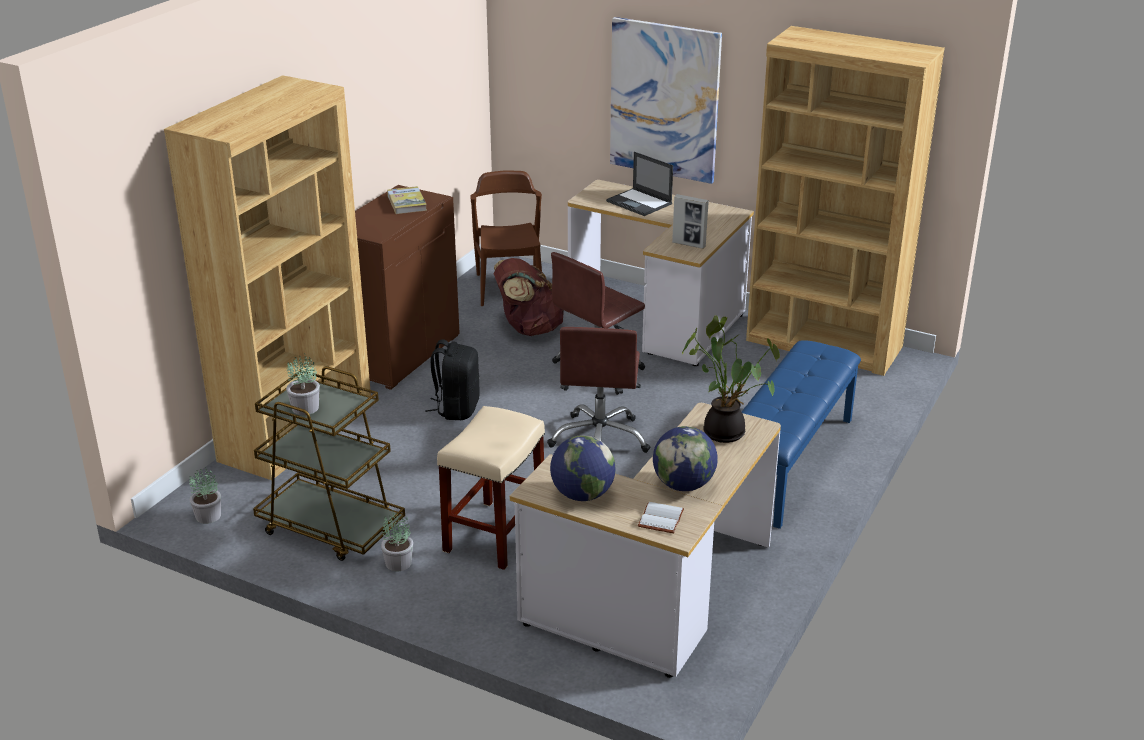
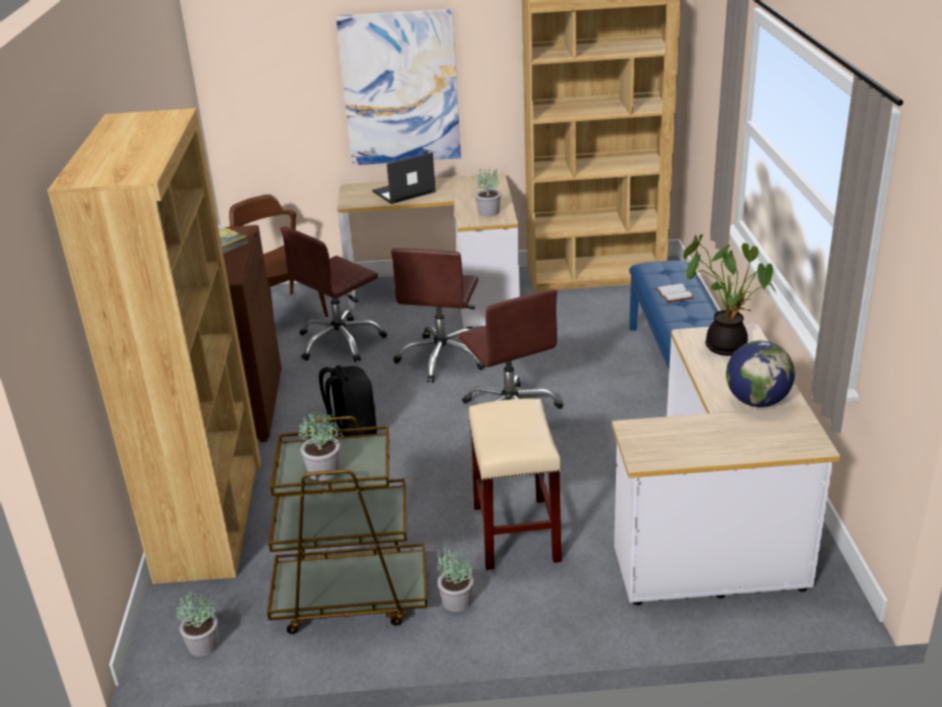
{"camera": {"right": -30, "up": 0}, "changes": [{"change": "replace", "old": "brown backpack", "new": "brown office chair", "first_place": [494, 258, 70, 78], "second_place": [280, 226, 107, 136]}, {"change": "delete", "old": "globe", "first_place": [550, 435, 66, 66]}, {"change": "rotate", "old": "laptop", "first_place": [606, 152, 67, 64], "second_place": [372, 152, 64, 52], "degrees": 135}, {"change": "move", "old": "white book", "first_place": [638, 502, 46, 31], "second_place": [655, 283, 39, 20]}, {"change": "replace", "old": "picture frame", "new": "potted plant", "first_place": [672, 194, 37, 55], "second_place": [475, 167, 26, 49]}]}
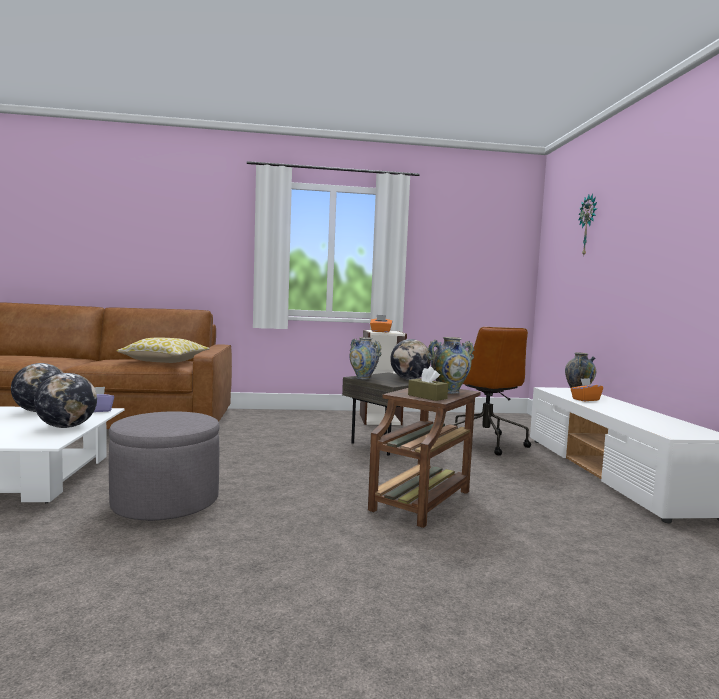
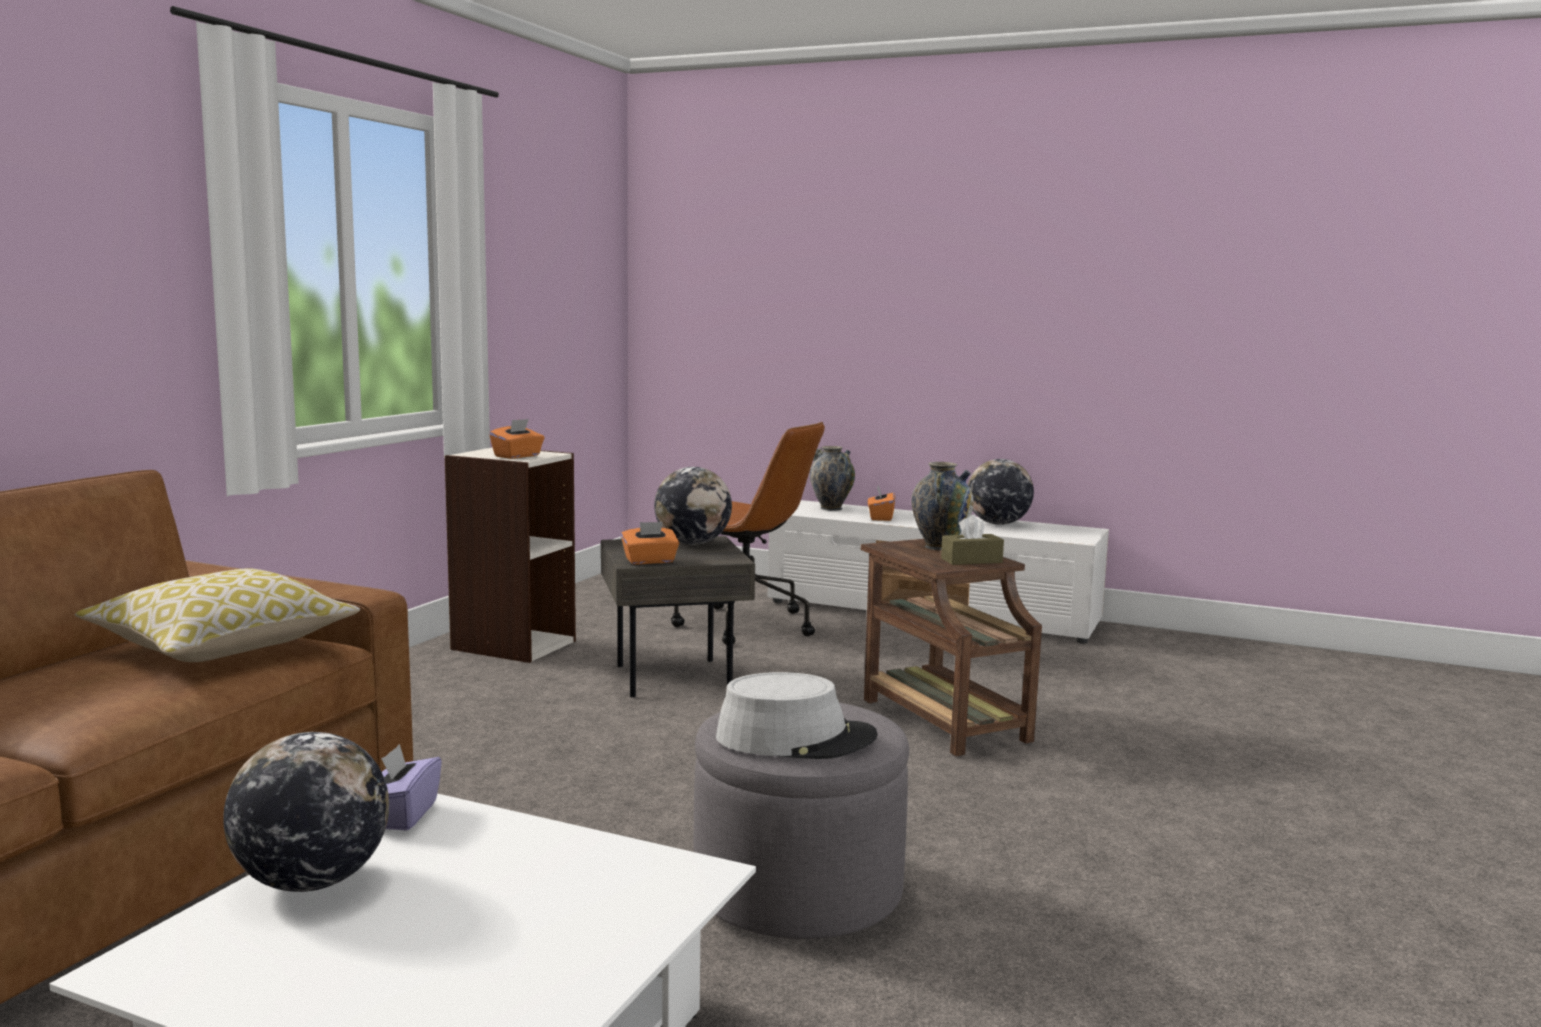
{"camera": {"right": -60, "up": 5}, "changes": [{"change": "move", "old": "globe", "first_place": [34, 373, 63, 55], "second_place": [968, 459, 66, 66]}, {"change": "replace", "old": "vase", "new": "orange tissue box", "first_place": [349, 337, 33, 43], "second_place": [621, 522, 58, 43]}, {"change": "delete", "old": "wall clock", "first_place": [578, 194, 19, 63]}, {"change": "insert", "new": "grey hat", "second_place": [716, 672, 162, 87]}]}
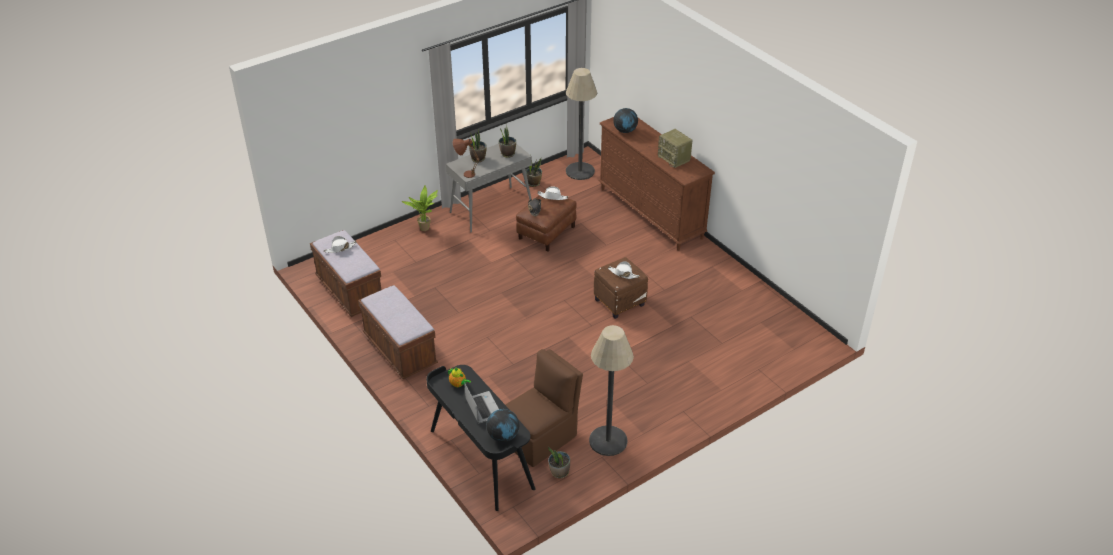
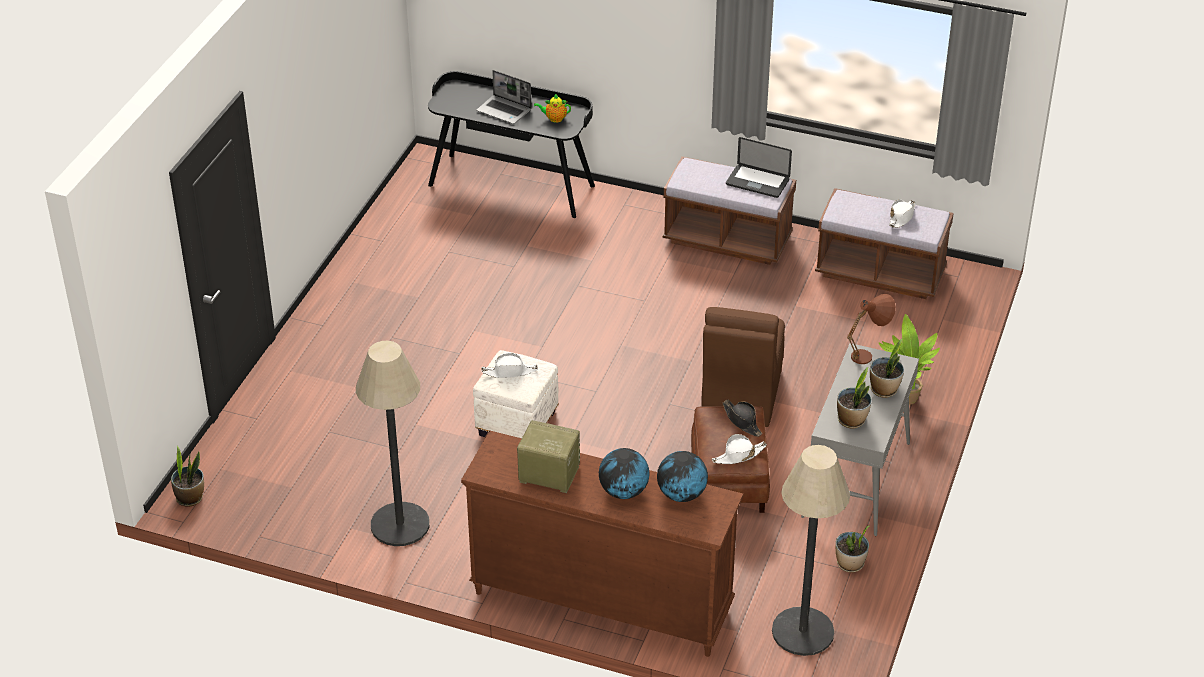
{"camera": {"right": 145, "up": 0}, "changes": [{"change": "move", "old": "globe", "first_place": [486, 409, 33, 33], "second_place": [599, 448, 51, 51]}, {"change": "move", "old": "brown chair", "first_place": [506, 349, 77, 118], "second_place": [701, 307, 84, 120]}, {"change": "move", "old": "potted plant", "first_place": [548, 447, 22, 31], "second_place": [171, 446, 33, 61]}, {"change": "move", "old": "floor lamp", "first_place": [589, 325, 45, 131], "second_place": [356, 341, 74, 205]}, {"change": "recolor", "old": "brown ottoman", "new": "white ottoman", "first_place": [594, 257, 54, 62], "second_place": [473, 350, 86, 88]}, {"change": "insert", "new": "laptop", "second_place": [726, 137, 66, 61]}]}
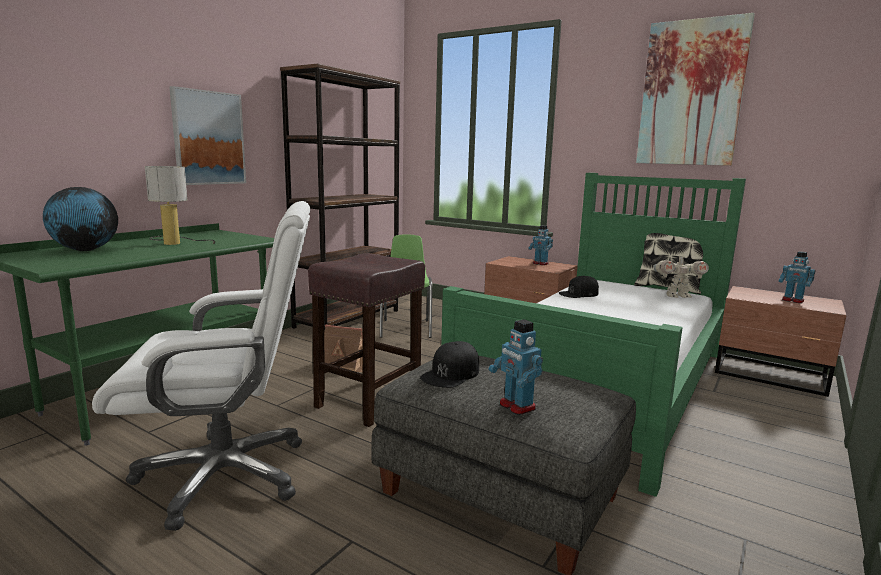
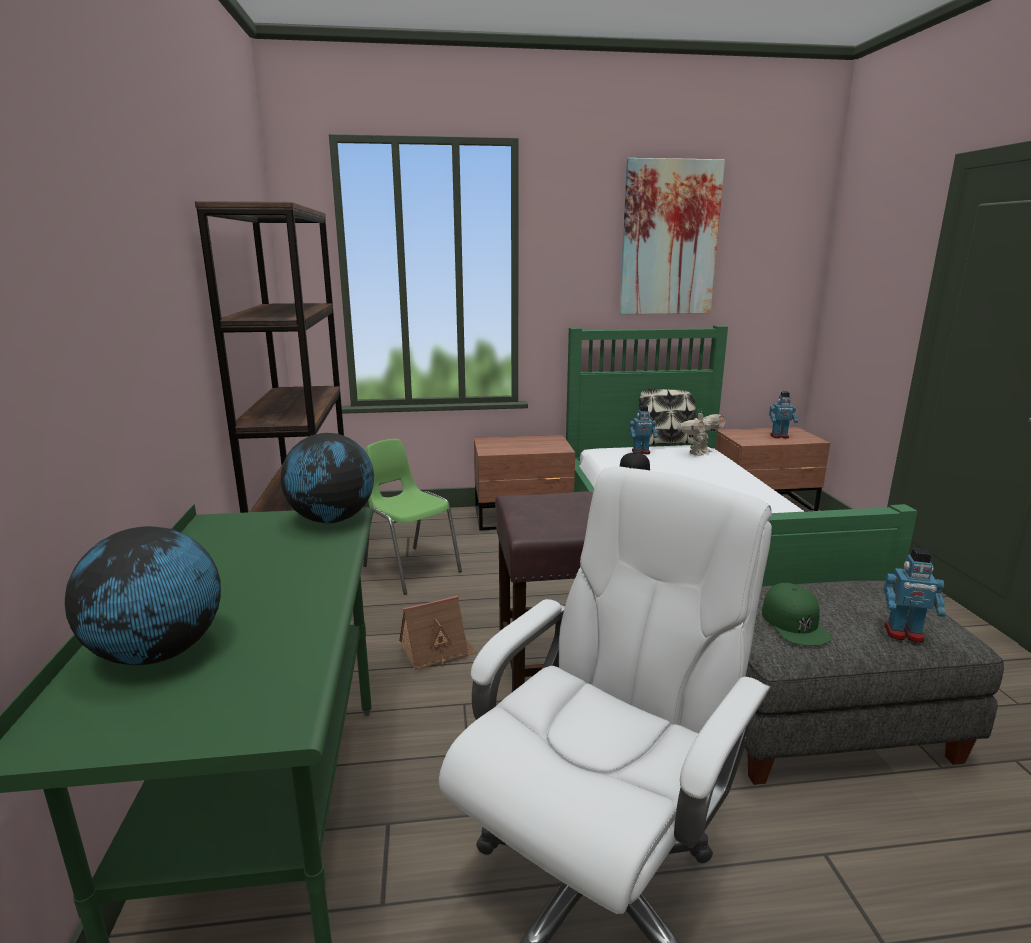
{"camera": {"right": -40, "up": 5}, "changes": [{"change": "delete", "old": "table lamp", "first_place": [144, 166, 71, 79]}, {"change": "delete", "old": "picture", "first_place": [169, 86, 77, 99]}, {"change": "recolor", "old": "black cap", "new": "green cap", "first_place": [420, 341, 59, 47], "second_place": [762, 583, 70, 63]}, {"change": "move", "old": "toy robot", "first_place": [528, 225, 25, 40], "second_place": [629, 405, 29, 49]}, {"change": "insert", "new": "globe", "second_place": [281, 433, 93, 90]}]}
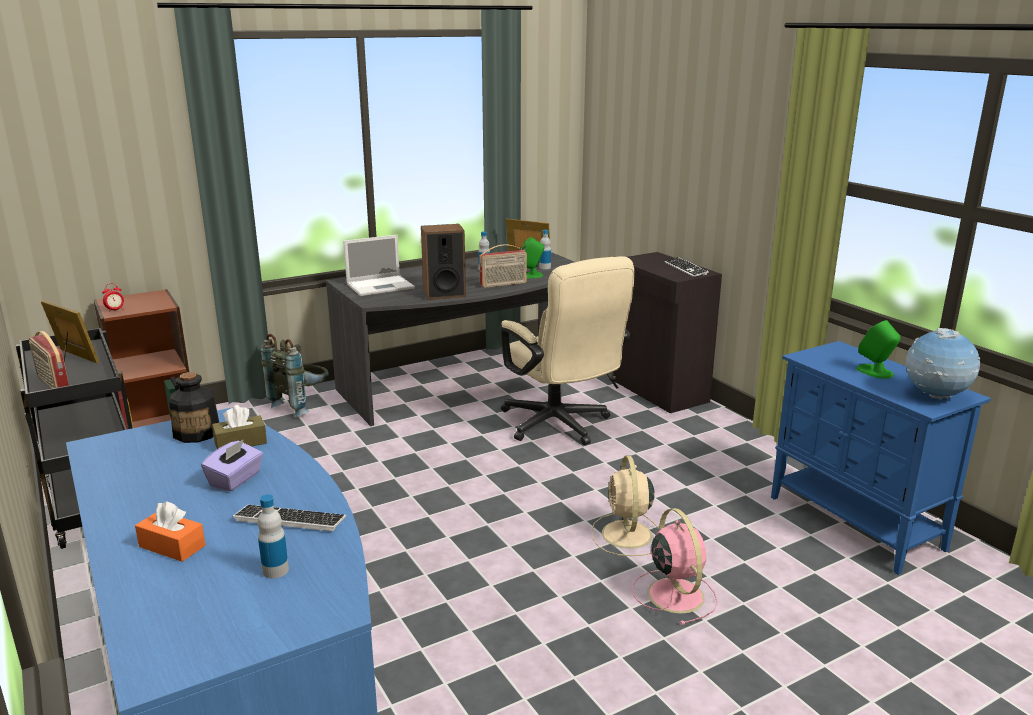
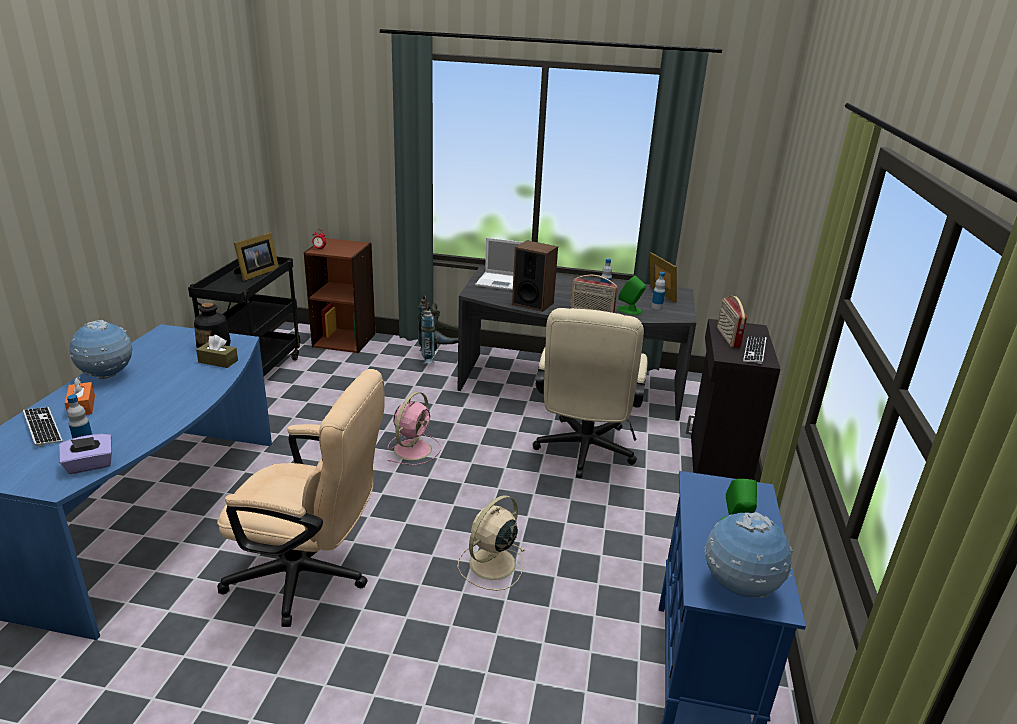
{"camera": {"right": 40, "up": 5}, "changes": [{"change": "move", "old": "radio", "first_place": [29, 331, 40, 58], "second_place": [717, 296, 30, 52]}, {"change": "rotate", "old": "picture frame", "first_place": [41, 301, 58, 62], "second_place": [234, 232, 45, 49], "degrees": 45}, {"change": "move", "old": "purple tissue box", "first_place": [201, 439, 62, 52], "second_place": [59, 434, 53, 40]}, {"change": "move", "old": "keyboard", "first_place": [233, 505, 113, 27], "second_place": [23, 407, 39, 40]}, {"change": "move", "old": "pink fan", "first_place": [632, 508, 86, 117], "second_place": [388, 392, 53, 73]}, {"change": "insert", "new": "globe", "second_place": [69, 320, 63, 59]}, {"change": "insert", "new": "beige office chair", "second_place": [217, 369, 167, 258]}]}
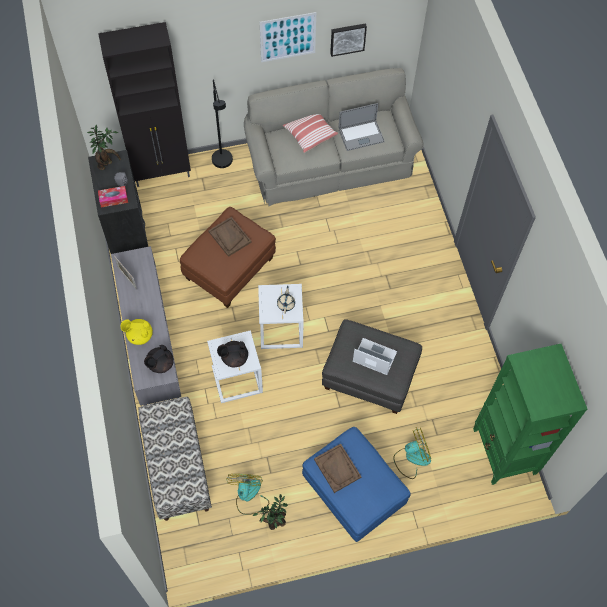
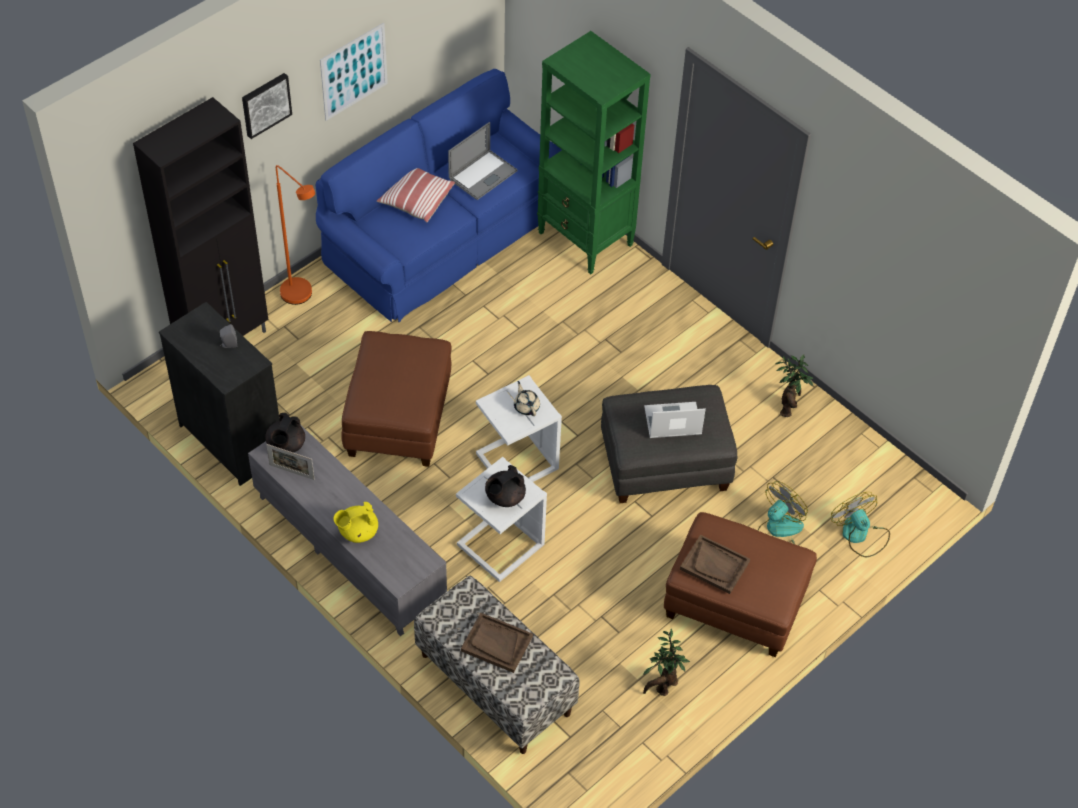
{"camera": {"right": -30, "up": -10}, "changes": [{"change": "move", "old": "potted plant", "first_place": [87, 124, 34, 46], "second_place": [776, 354, 38, 63]}, {"change": "delete", "old": "tissue box", "first_place": [98, 186, 30, 21]}, {"change": "move", "old": "black teapot", "first_place": [144, 345, 30, 28], "second_place": [265, 413, 40, 40]}, {"change": "move", "old": "brown tray", "first_place": [208, 217, 43, 40], "second_place": [461, 613, 72, 60]}, {"change": "recolor", "old": "black floor lamp", "new": "orange floor lamp", "first_place": [212, 80, 21, 88], "second_place": [276, 165, 39, 140]}, {"change": "move", "old": "fan", "first_place": [226, 474, 43, 41], "second_place": [831, 492, 59, 65]}, {"change": "recolor", "old": "grey sofa", "new": "blue sofa", "first_place": [244, 68, 180, 138], "second_place": [315, 69, 247, 253]}, {"change": "recolor", "old": "blue ottoman", "new": "brown ottoman", "first_place": [302, 427, 109, 115], "second_place": [664, 512, 153, 145]}, {"change": "move", "old": "picture", "first_place": [330, 23, 37, 34], "second_place": [242, 73, 50, 66]}, {"change": "move", "old": "green bookcase", "first_place": [473, 344, 114, 141], "second_place": [537, 31, 114, 243]}]}
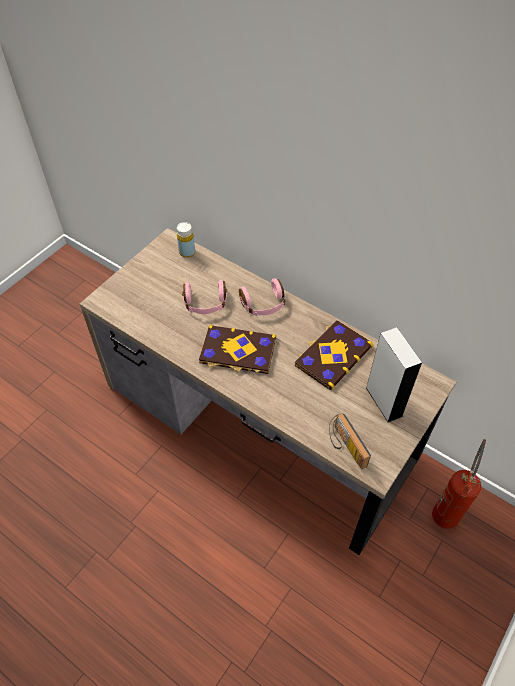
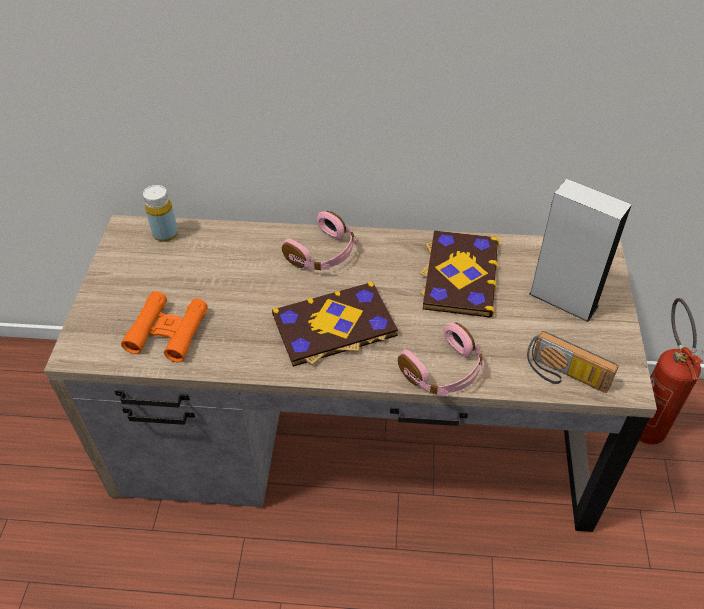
{"camera": {"right": -30, "up": -5}, "changes": [{"change": "move", "old": "pink headphones", "first_place": [182, 280, 45, 34], "second_place": [398, 322, 86, 74]}, {"change": "insert", "new": "orange binoculars", "second_place": [121, 291, 87, 71]}]}
